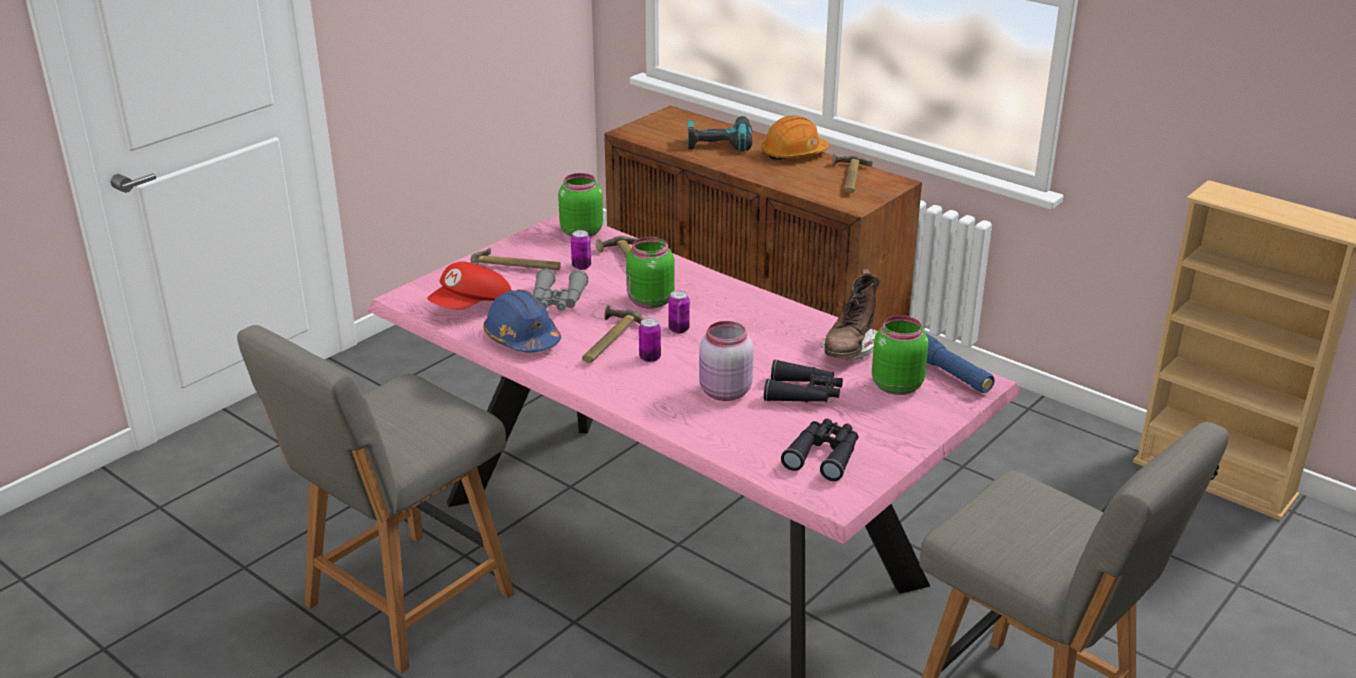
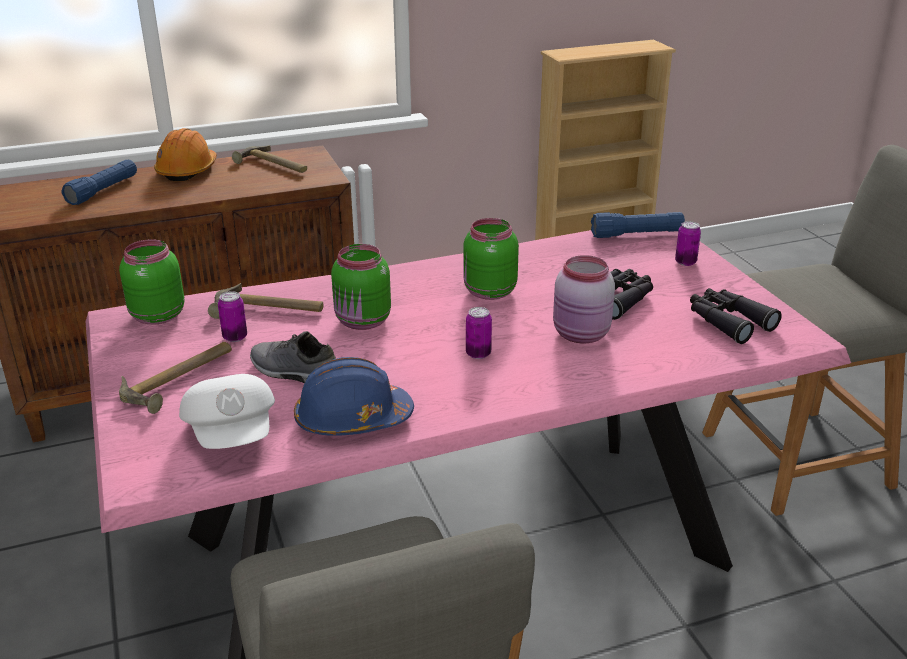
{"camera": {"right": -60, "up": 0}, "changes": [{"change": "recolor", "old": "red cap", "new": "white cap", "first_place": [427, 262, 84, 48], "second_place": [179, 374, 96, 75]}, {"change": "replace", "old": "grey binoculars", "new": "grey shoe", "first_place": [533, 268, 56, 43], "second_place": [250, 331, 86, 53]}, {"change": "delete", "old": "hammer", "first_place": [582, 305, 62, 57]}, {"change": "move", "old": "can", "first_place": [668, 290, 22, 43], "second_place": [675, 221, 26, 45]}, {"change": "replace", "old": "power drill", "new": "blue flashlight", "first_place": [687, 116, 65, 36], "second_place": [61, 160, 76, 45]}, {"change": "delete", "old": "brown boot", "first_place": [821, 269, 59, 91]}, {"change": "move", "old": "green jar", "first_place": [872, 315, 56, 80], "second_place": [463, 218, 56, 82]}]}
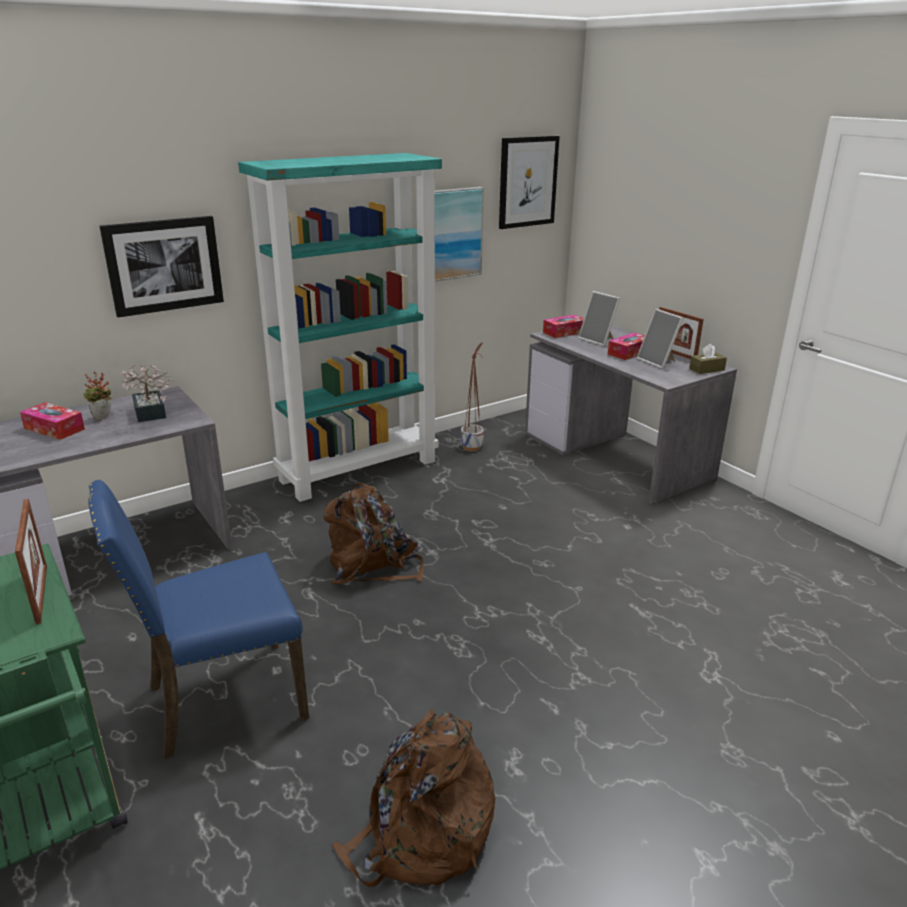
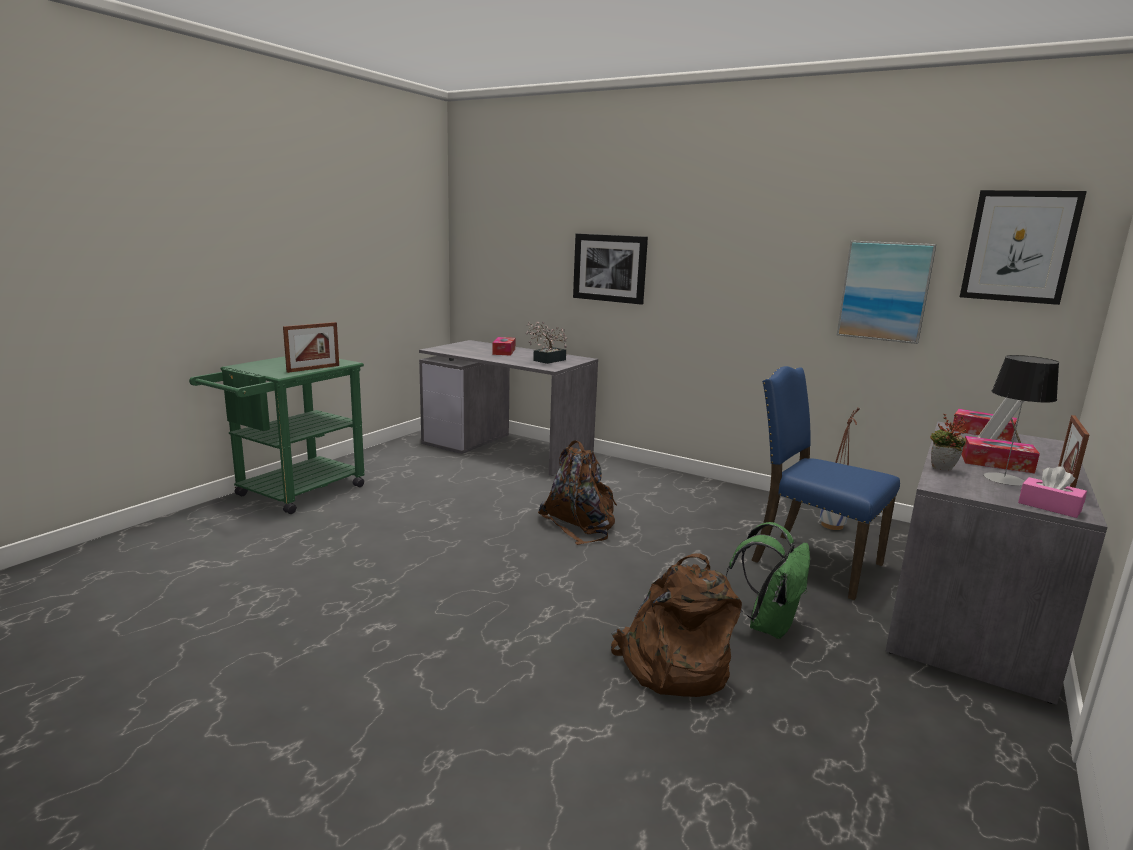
{"camera": {"right": 65, "up": -10}, "changes": [{"change": "move", "old": "potted plant", "first_place": [83, 372, 29, 48], "second_place": [930, 413, 37, 57]}, {"change": "move", "old": "blue chair", "first_place": [88, 480, 221, 279], "second_place": [751, 366, 149, 234]}, {"change": "delete", "old": "turquoise bookcase", "first_place": [238, 153, 204, 349]}, {"change": "move", "old": "brown backpack", "first_place": [332, 709, 163, 178], "second_place": [611, 553, 131, 144]}, {"change": "replace", "old": "picture frame", "new": "table lamp", "first_place": [637, 309, 47, 60], "second_place": [983, 355, 76, 131]}, {"change": "recolor", "old": "brown tissue box", "new": "pink tissue box", "first_place": [689, 344, 38, 30], "second_place": [1018, 466, 69, 52]}, {"change": "insert", "new": "green backpack", "second_place": [726, 522, 84, 117]}]}
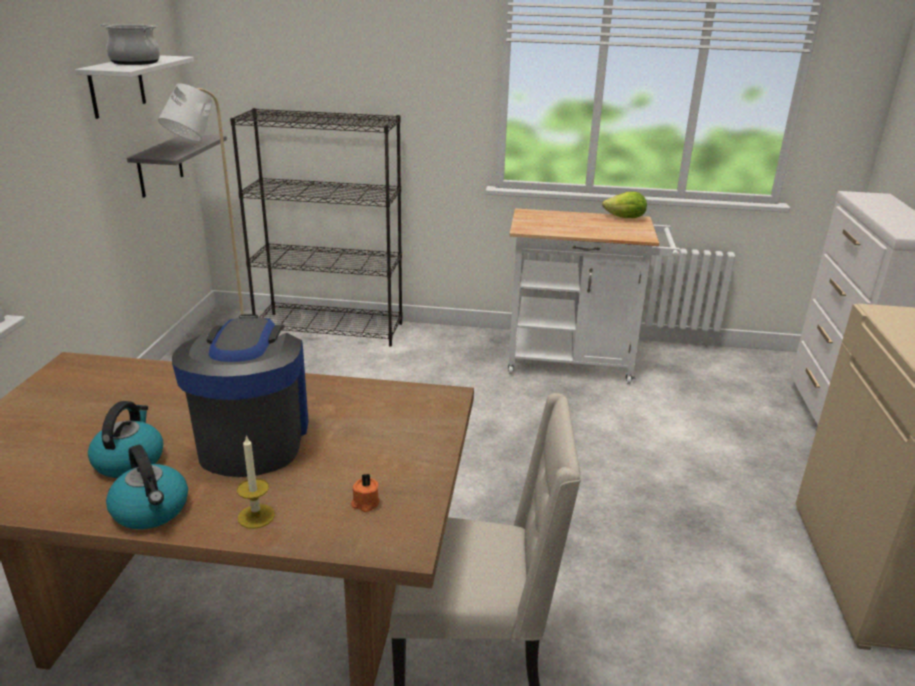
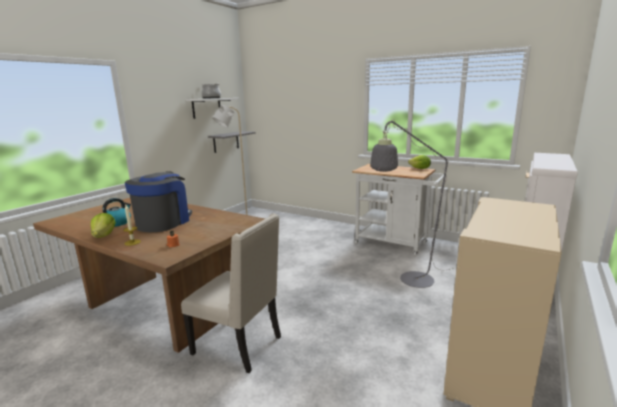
{"camera": {"right": 25, "up": -10}, "changes": [{"change": "replace", "old": "kettle", "new": "lettuce", "first_place": [106, 445, 82, 84], "second_place": [91, 213, 25, 25]}, {"change": "delete", "old": "black bookcase", "first_place": [230, 108, 173, 239]}, {"change": "insert", "new": "grey floor lamp", "second_place": [370, 119, 85, 169]}]}
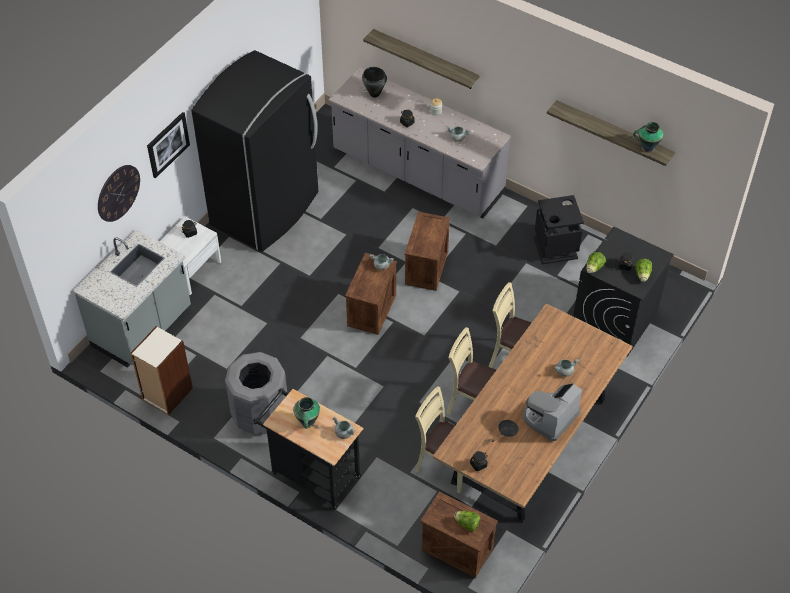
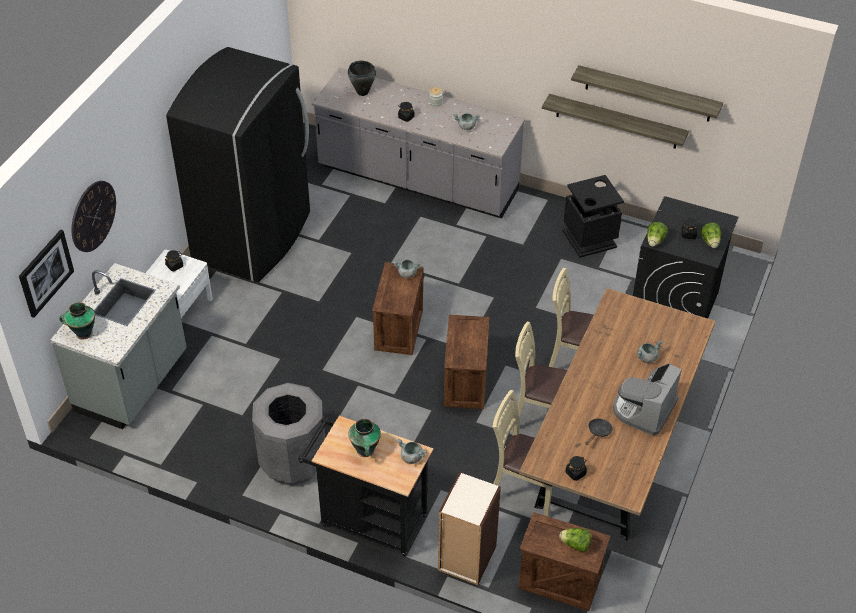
{"camera": {"right": -10, "up": -5}, "changes": [{"change": "move", "old": "bookcase", "first_place": [130, 326, 63, 89], "second_place": [438, 472, 63, 113]}, {"change": "move", "old": "picture", "first_place": [147, 112, 43, 66], "second_place": [19, 229, 55, 89]}, {"change": "move", "old": "shelf", "first_place": [363, 29, 116, 60], "second_place": [542, 94, 147, 55]}, {"change": "move", "old": "crate", "first_place": [405, 212, 45, 79], "second_place": [444, 315, 45, 94]}, {"change": "move", "old": "vase", "first_place": [633, 121, 30, 32], "second_place": [59, 302, 36, 37]}]}
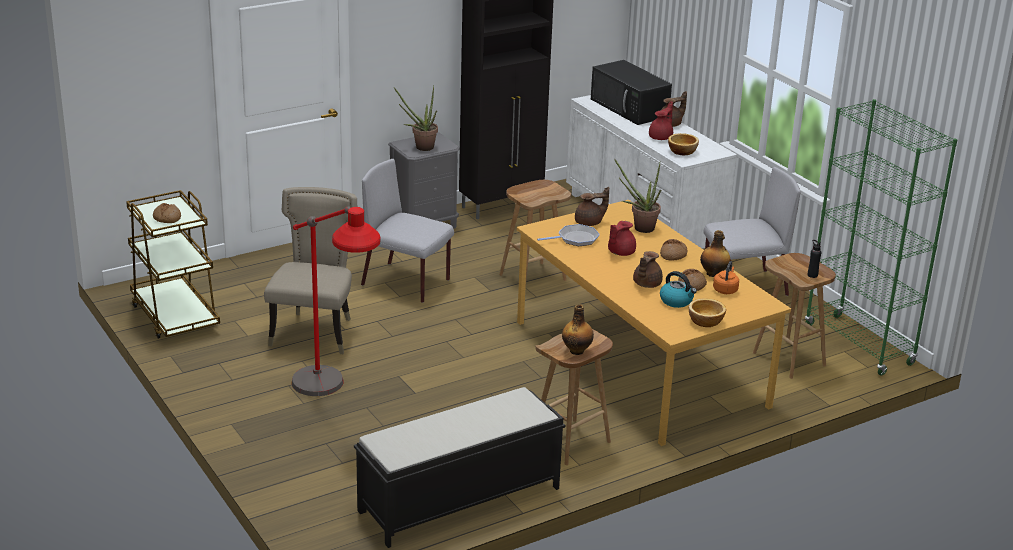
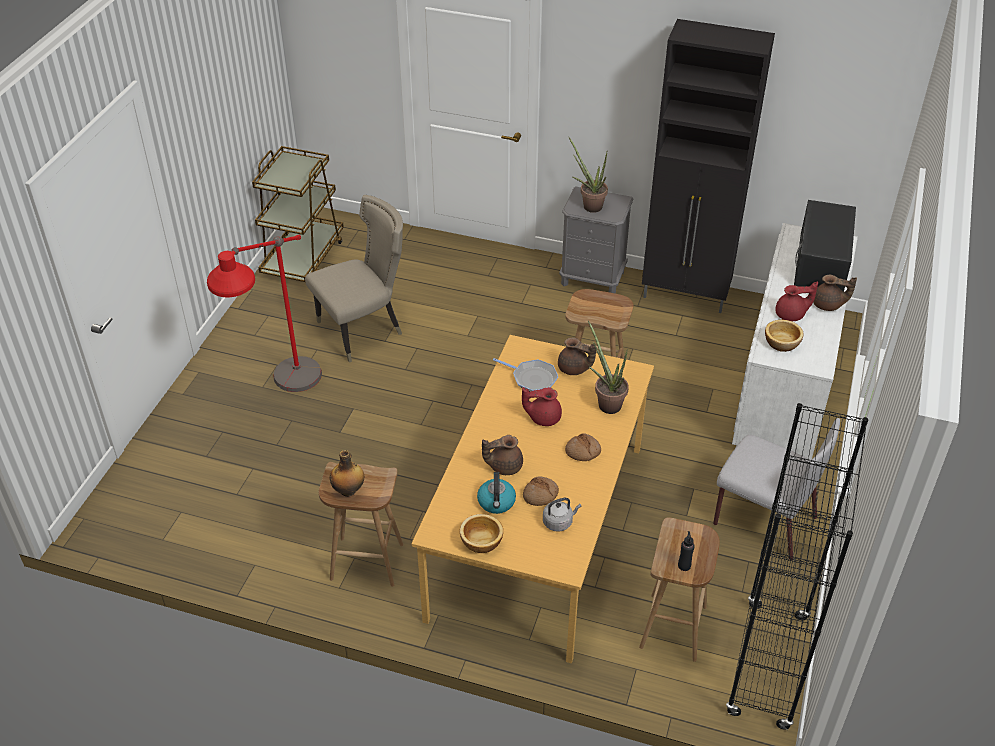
{"camera": {"right": 50, "up": 15}, "changes": [{"change": "delete", "old": "bread", "first_place": [153, 203, 28, 20]}, {"change": "delete", "old": "black bench", "first_place": [354, 387, 211, 161]}, {"change": "delete", "old": "grey chair", "first_place": [361, 159, 93, 144]}, {"change": "delete", "old": "bottle", "first_place": [700, 230, 30, 47]}, {"change": "recolor", "old": "orange kettle", "new": "grey kettle", "first_place": [713, 261, 26, 33], "second_place": [543, 498, 38, 34]}, {"change": "recolor", "old": "green bookcase", "new": "black bookcase", "first_place": [805, 99, 152, 277], "second_place": [726, 403, 142, 327]}]}
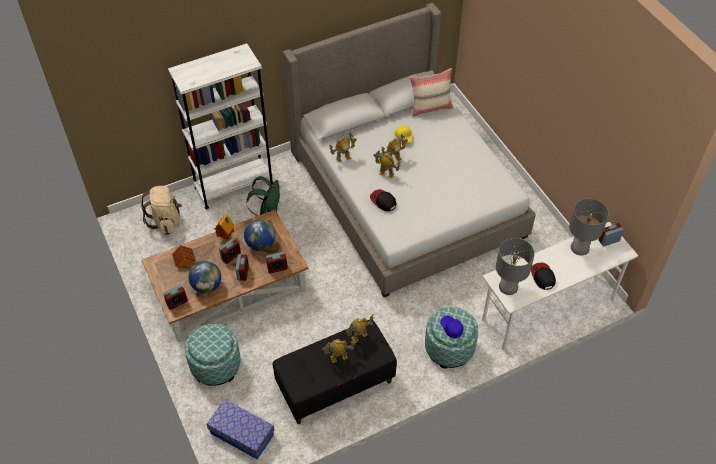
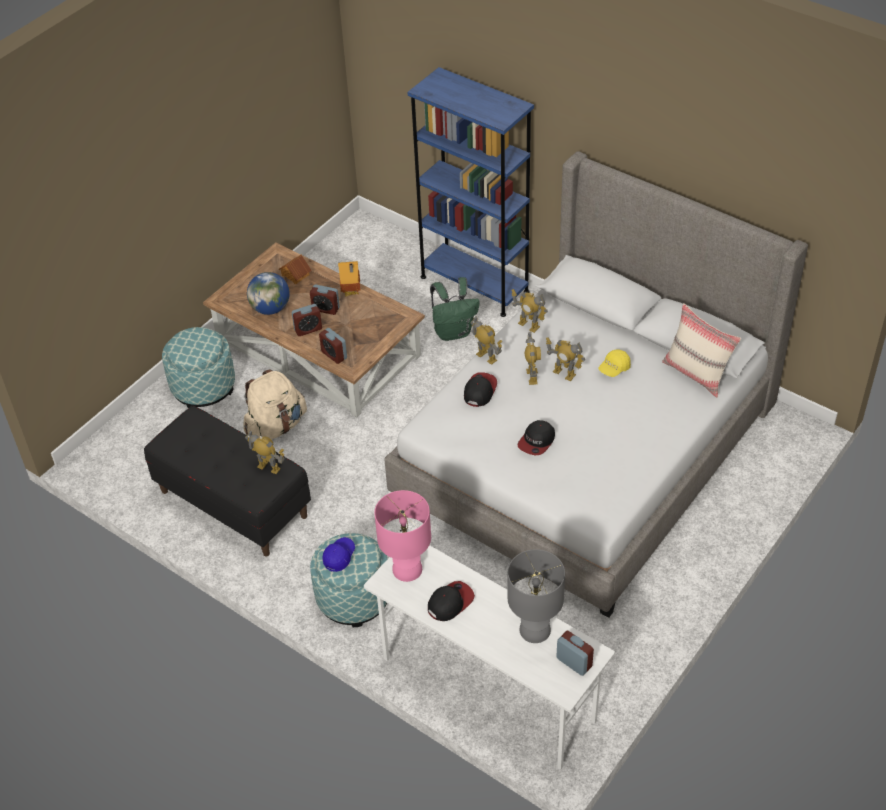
{"camera": {"right": 65, "up": -5}, "changes": [{"change": "move", "old": "beige backpack", "first_place": [141, 186, 41, 49], "second_place": [243, 369, 64, 70]}, {"change": "delete", "old": "alarm clock", "first_place": [163, 285, 25, 25]}, {"change": "recolor", "old": "white bookcase", "new": "blue bookcase", "first_place": [168, 43, 105, 166], "second_place": [408, 67, 126, 250]}, {"change": "delete", "old": "storage box", "first_place": [206, 399, 69, 60]}, {"change": "delete", "old": "globe", "first_place": [244, 219, 31, 32]}, {"change": "move", "old": "toy robot", "first_place": [322, 339, 33, 24], "second_place": [470, 316, 32, 49]}, {"change": "recolor", "old": "grey table lamp", "new": "pink table lamp", "first_place": [496, 238, 39, 57], "second_place": [374, 490, 57, 92]}, {"change": "insert", "new": "cap", "second_place": [518, 420, 37, 36]}]}
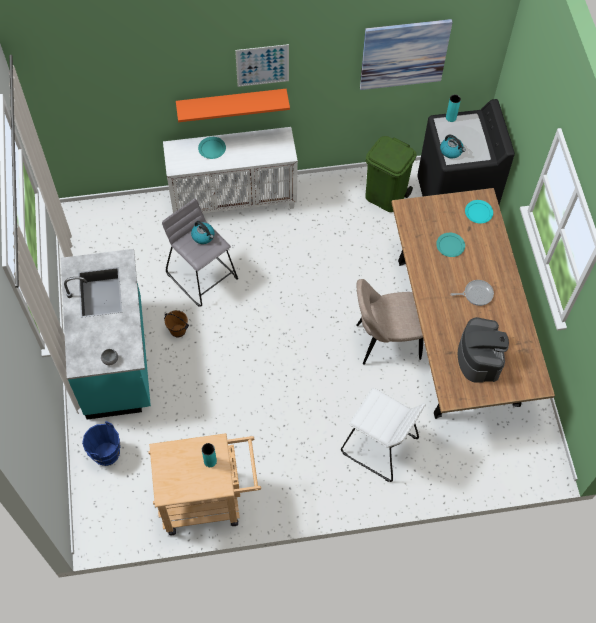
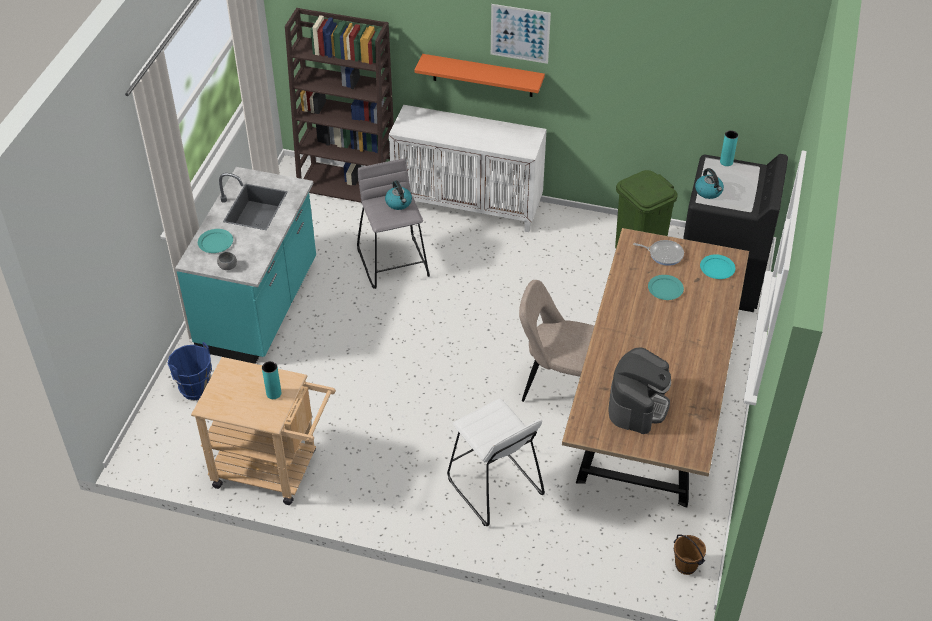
{"camera": {"right": 25, "up": -15}, "changes": [{"change": "move", "old": "brown bucket", "first_place": [164, 310, 25, 27], "second_place": [674, 534, 32, 41]}, {"change": "move", "old": "turquoise plate", "first_place": [198, 137, 28, 22], "second_place": [198, 229, 35, 24]}, {"change": "delete", "old": "picture", "first_place": [360, 19, 92, 71]}, {"change": "move", "old": "frying pan", "first_place": [450, 280, 44, 26], "second_place": [633, 240, 51, 26]}, {"change": "insert", "new": "brown bookcase", "second_place": [285, 8, 109, 195]}]}
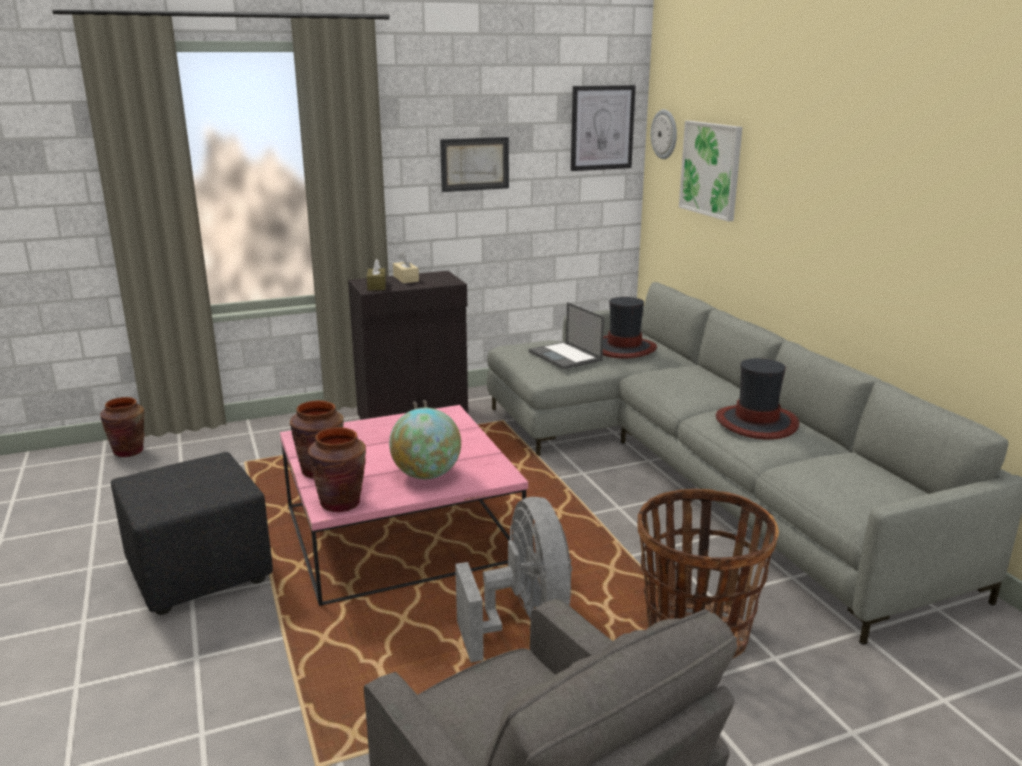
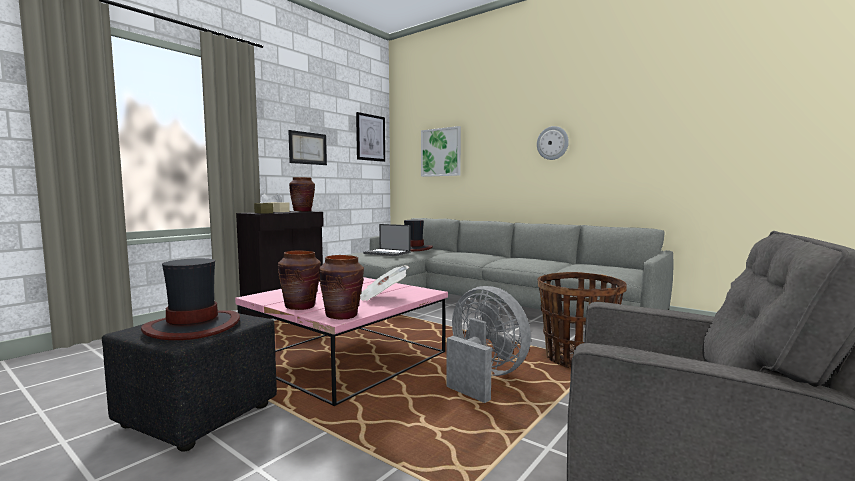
{"camera": {"right": -30, "up": -15}, "changes": [{"change": "move", "old": "brown vase", "first_place": [100, 397, 44, 60], "second_place": [289, 177, 26, 35]}, {"change": "replace", "old": "globe", "new": "newspaper", "first_place": [389, 408, 72, 71], "second_place": [360, 265, 49, 36]}, {"change": "move", "old": "wall clock", "first_place": [651, 109, 26, 50], "second_place": [537, 126, 32, 34]}, {"change": "move", "old": "hat", "first_place": [716, 358, 83, 82], "second_place": [141, 258, 99, 82]}]}
